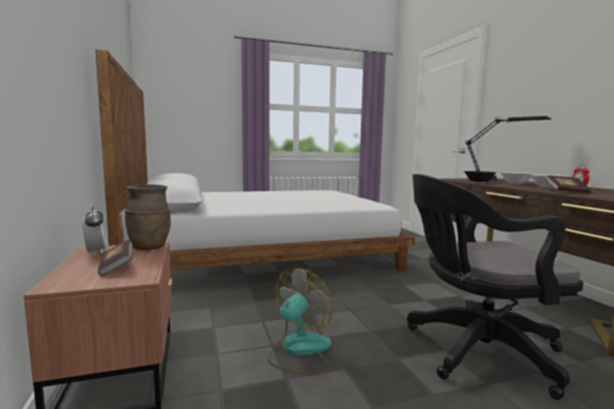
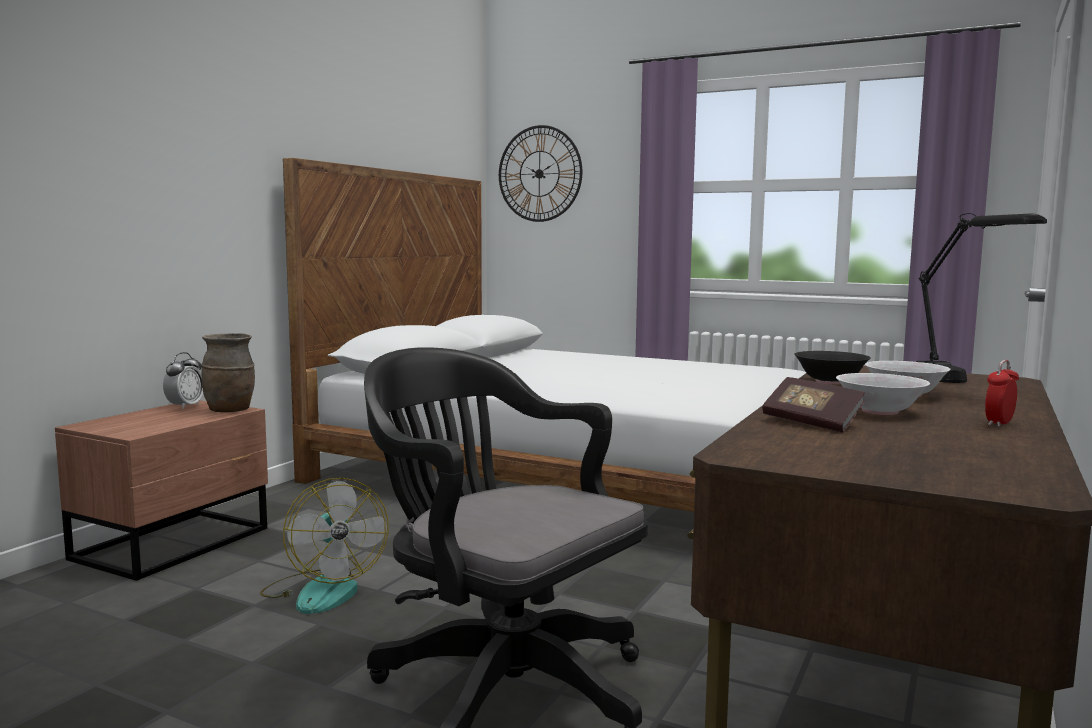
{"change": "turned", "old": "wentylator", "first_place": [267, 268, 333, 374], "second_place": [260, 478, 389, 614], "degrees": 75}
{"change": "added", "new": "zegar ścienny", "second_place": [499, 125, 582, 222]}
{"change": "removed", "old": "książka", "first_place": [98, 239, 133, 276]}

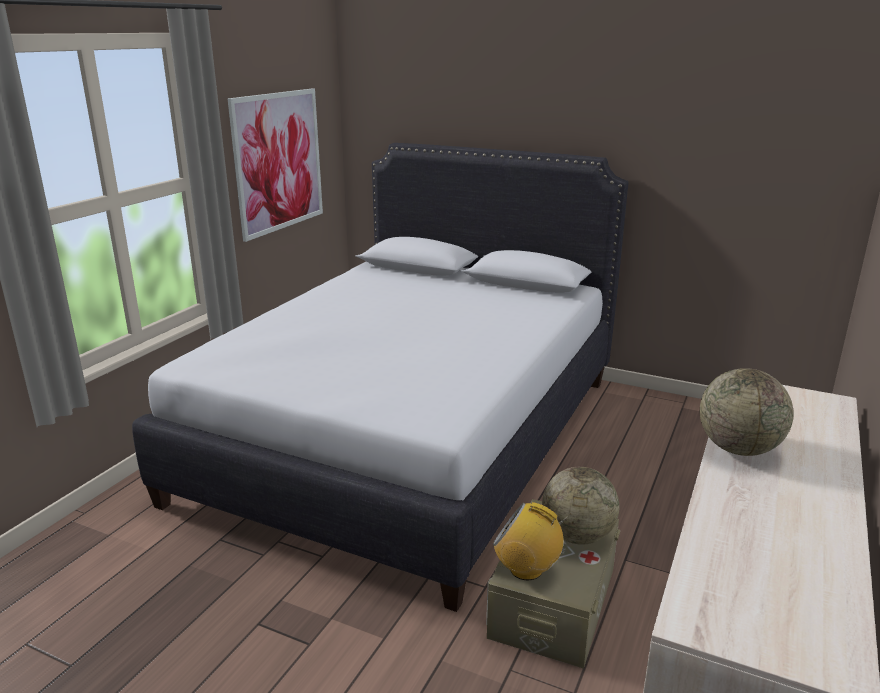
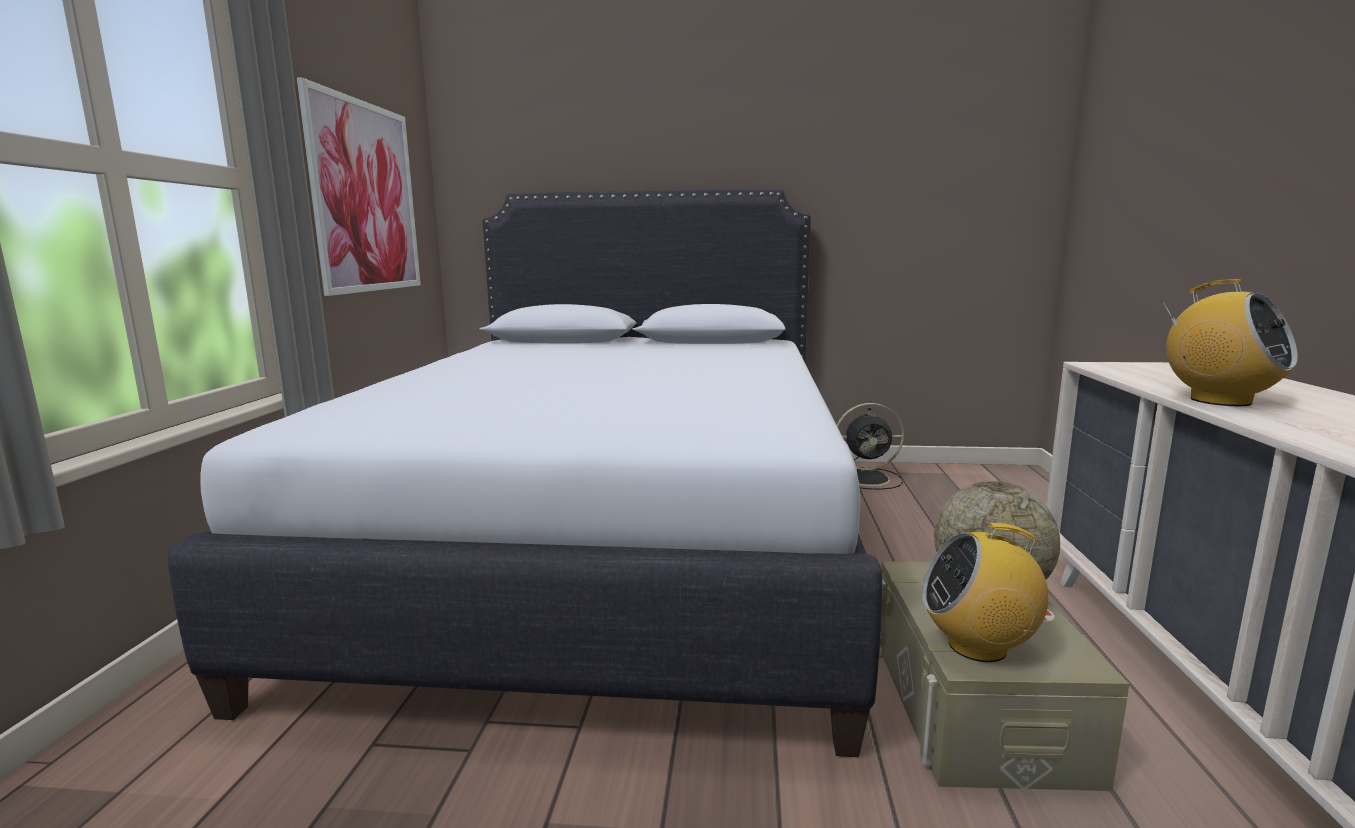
{"change": "added", "new": "wentylator (czarny)", "second_place": [837, 403, 904, 489]}
{"change": "replaced", "old": "globus", "new": "radio", "first_place": [700, 368, 794, 456], "second_place": [1162, 279, 1298, 406]}

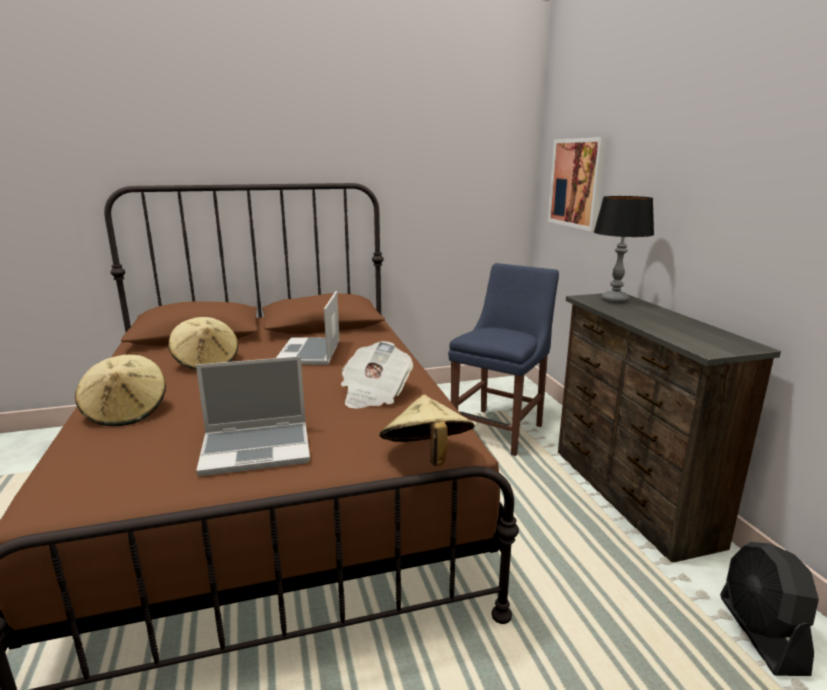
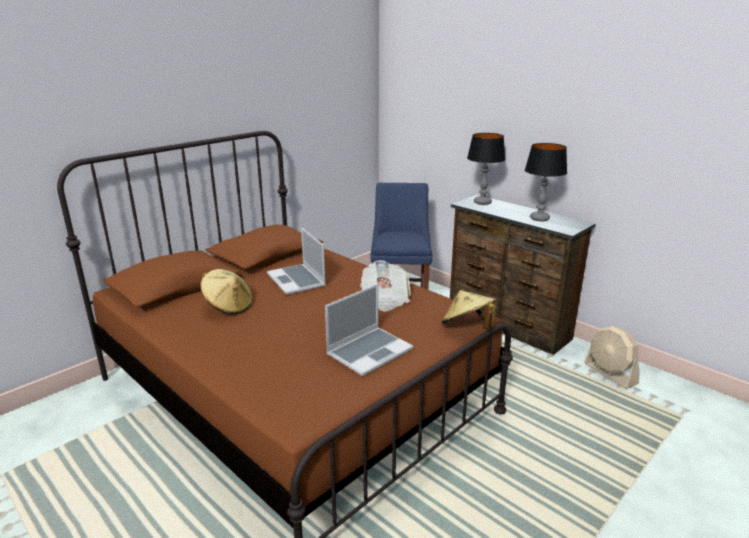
{"change": "added", "new": "lampa stołowa", "second_place": [525, 143, 567, 221]}
{"change": "recoloured", "old": "wentylator (czarny)", "new": "wentylator (beżowy)", "first_place": [720, 542, 819, 676], "second_place": [584, 326, 640, 389]}
{"change": "removed", "old": "kapelusz (beżowy)", "first_place": [75, 355, 166, 426]}
{"change": "removed", "old": "obraz", "first_place": [548, 137, 607, 231]}

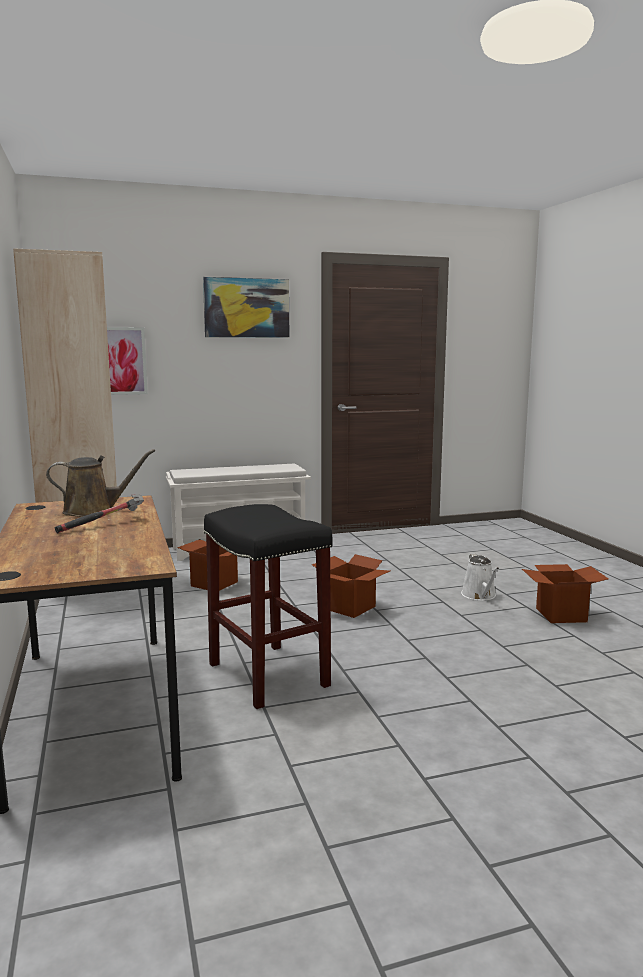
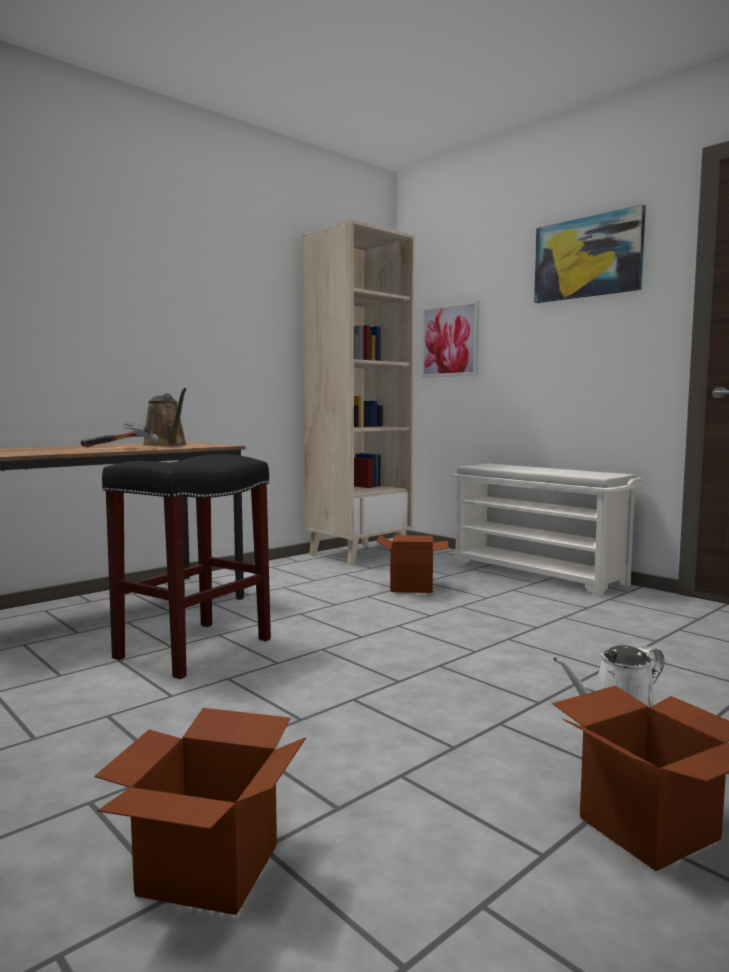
{"change": "moved", "old": "karton", "first_place": [312, 554, 390, 618], "second_place": [94, 708, 306, 915]}

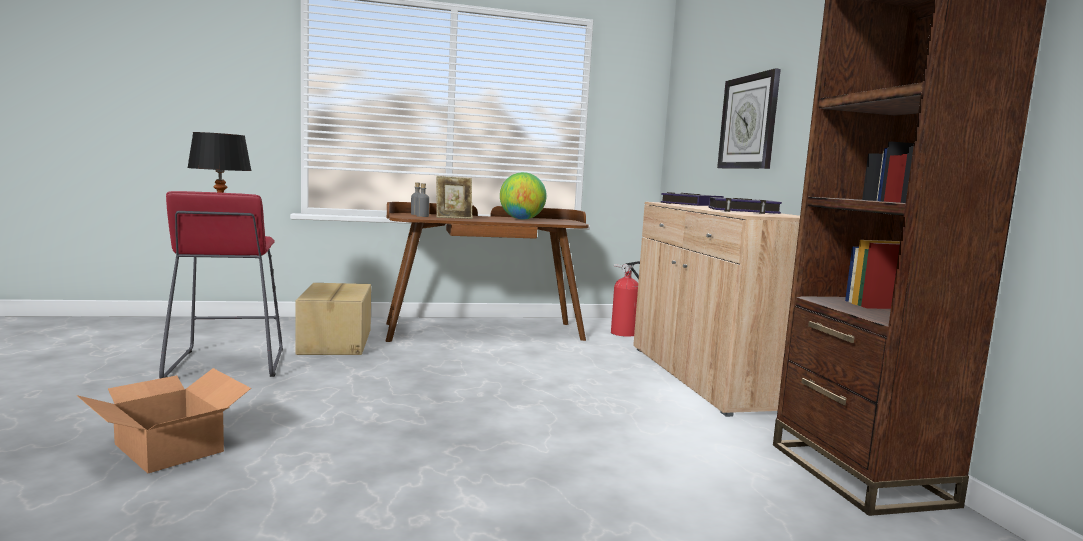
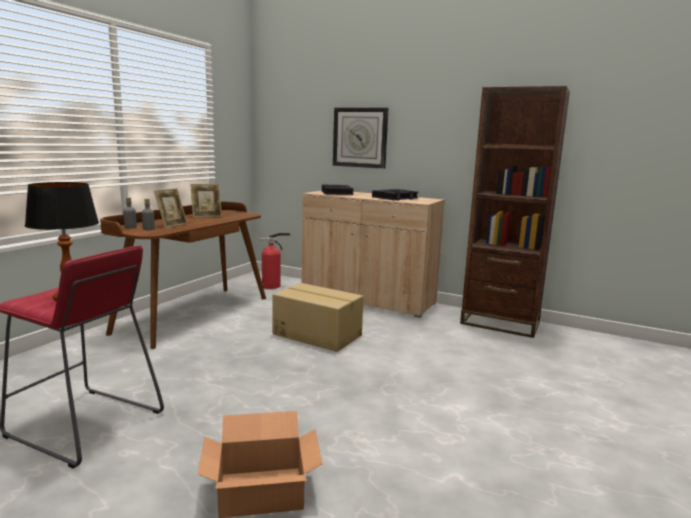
{"change": "replaced", "old": "globus", "new": "ramka na zdjęcie", "first_place": [500, 172, 547, 220], "second_place": [190, 184, 222, 218]}
{"change": "moved", "old": "karton", "first_place": [295, 283, 371, 355], "second_place": [273, 283, 364, 352]}

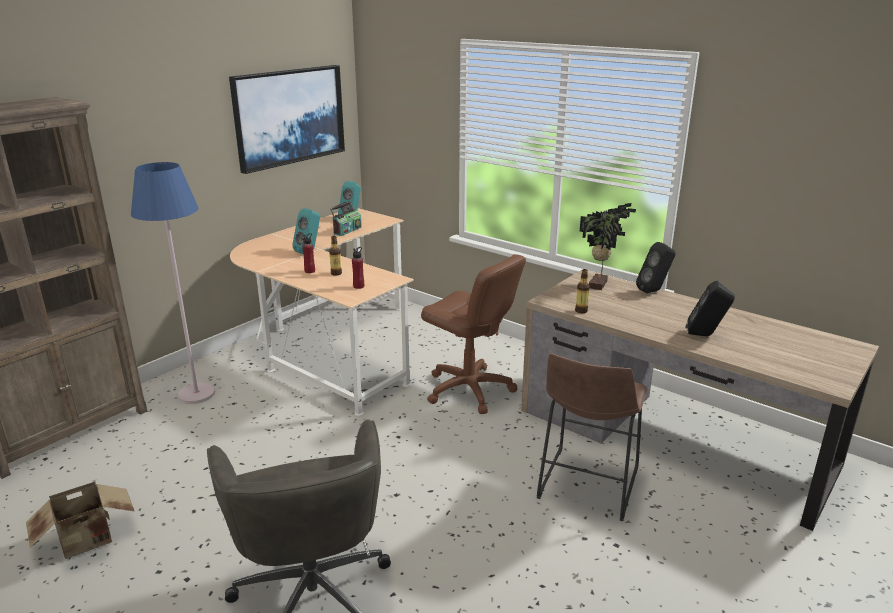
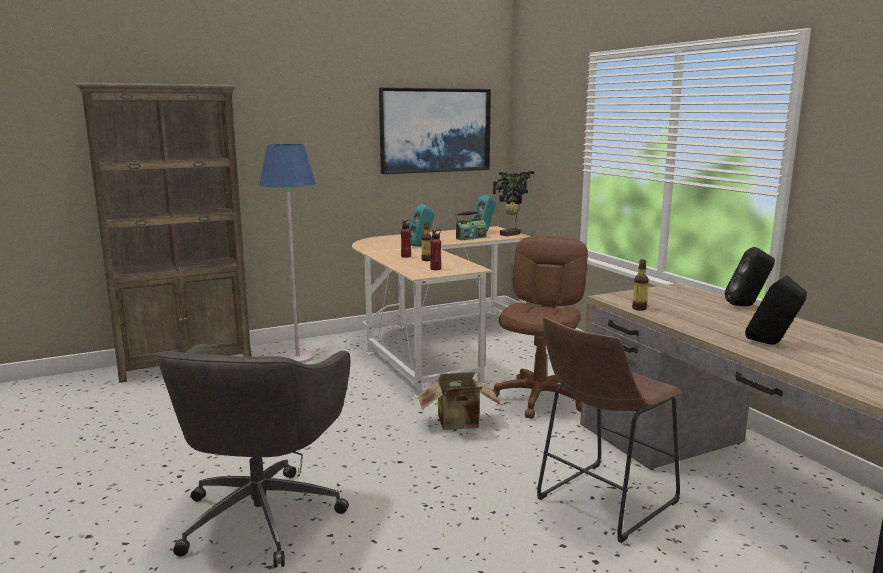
{"change": "moved", "old": "karton", "first_place": [26, 482, 135, 559], "second_place": [418, 372, 501, 430]}
{"change": "turned", "old": "krzesło biurowe (brązowy)", "first_place": [421, 254, 526, 414], "second_place": [492, 236, 588, 419], "degrees": -135}
{"change": "moved", "old": "roślina doniczkowa", "first_place": [580, 203, 636, 290], "second_place": [493, 171, 535, 236]}

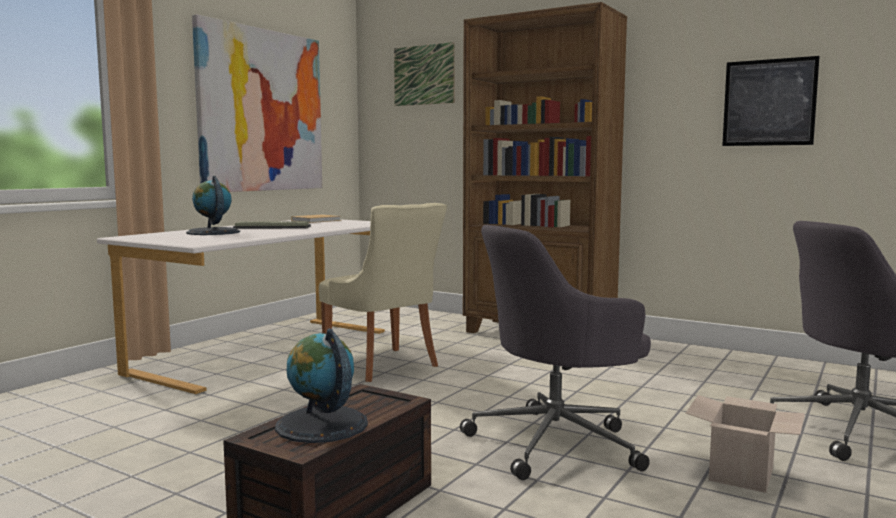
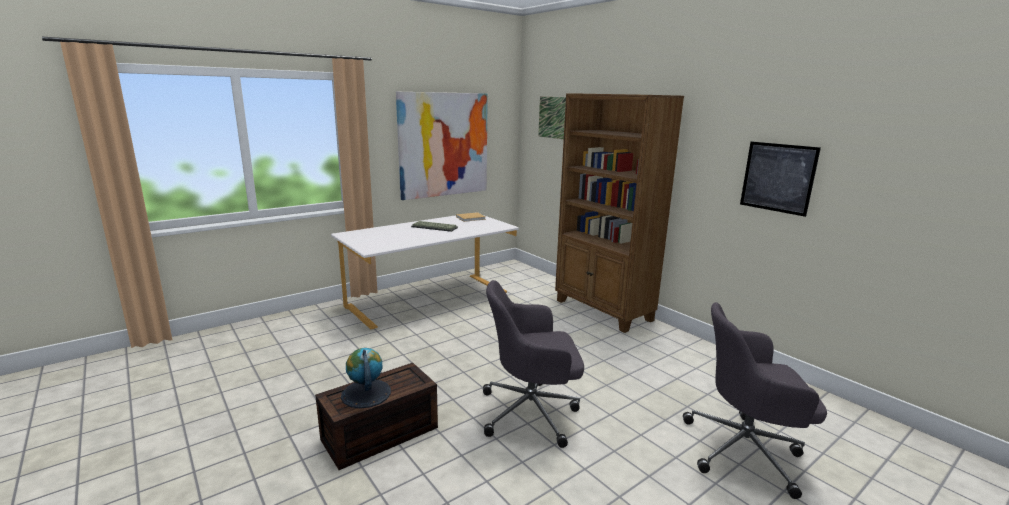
{"change": "removed", "old": "globus", "first_place": [186, 176, 240, 235]}
{"change": "removed", "old": "krzesło (beżowy)", "first_place": [319, 203, 447, 382]}
{"change": "removed", "old": "karton", "first_place": [686, 395, 805, 493]}

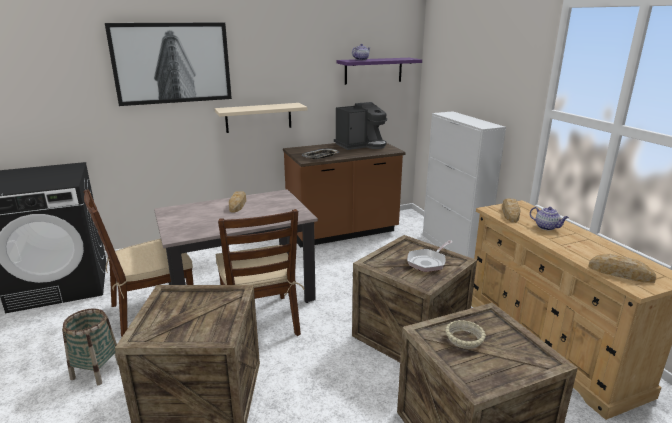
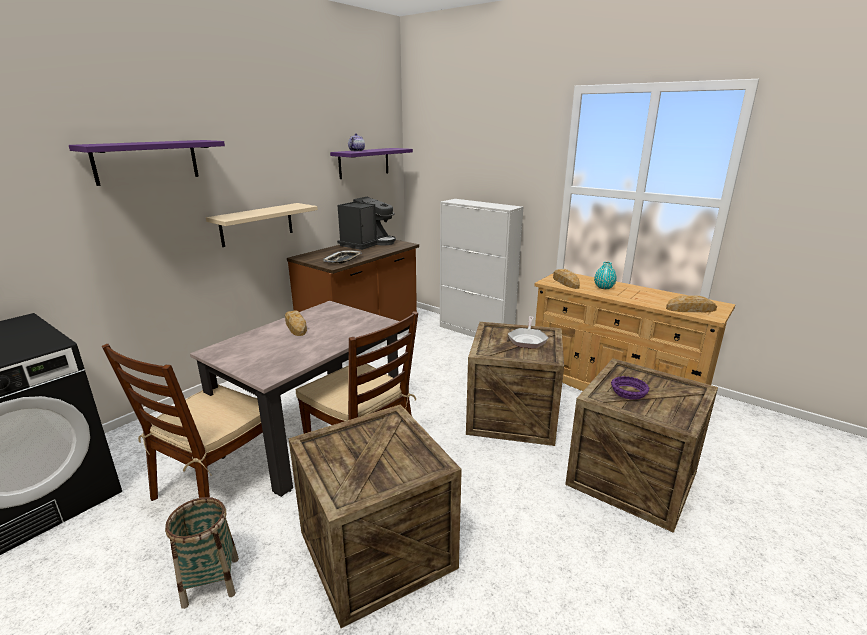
{"change": "replaced", "old": "obraz", "new": "półka (fioletowy)", "first_place": [105, 22, 232, 106], "second_place": [69, 140, 225, 186]}
{"change": "replaced", "old": "imbryk", "new": "wazon (turkusowy)", "first_place": [530, 207, 569, 230], "second_place": [594, 261, 617, 289]}
{"change": "recoloured", "old": "miska (beżowy)", "new": "miska (fioletowy)", "first_place": [445, 320, 486, 349], "second_place": [611, 376, 649, 400]}

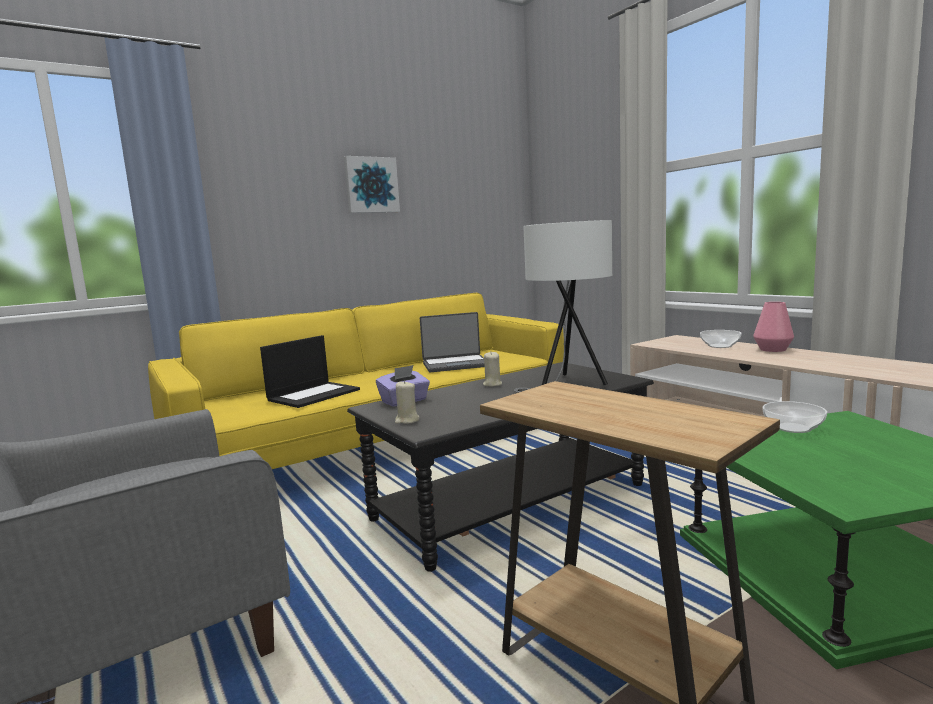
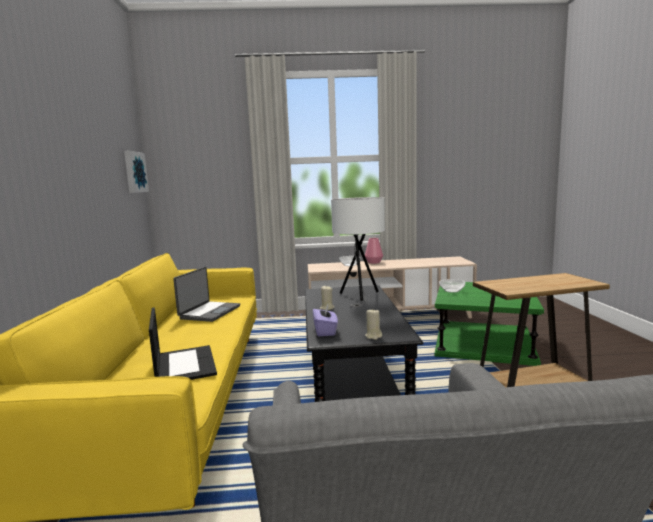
{"change": "moved", "old": "obraz", "first_place": [344, 156, 400, 213], "second_place": [124, 150, 149, 193]}

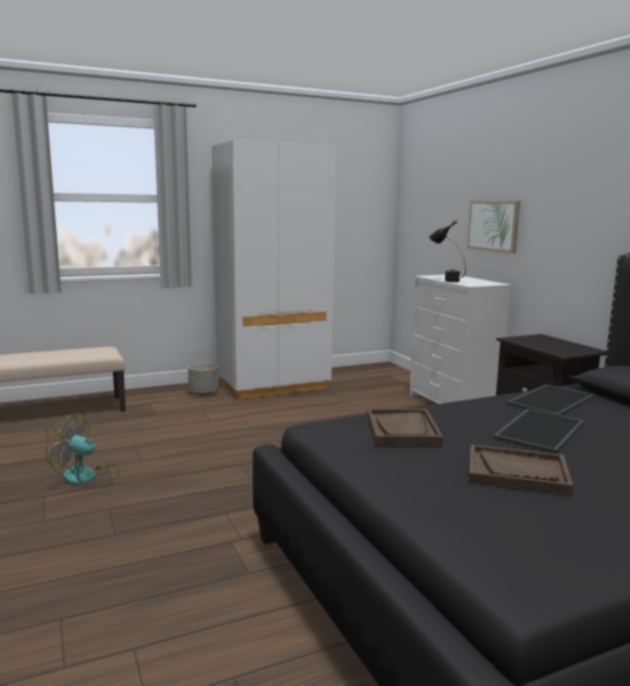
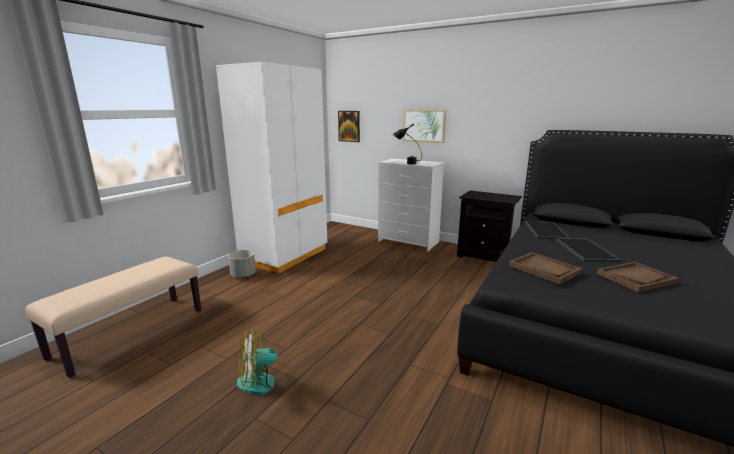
{"change": "added", "new": "obraz", "second_place": [338, 111, 360, 142]}

